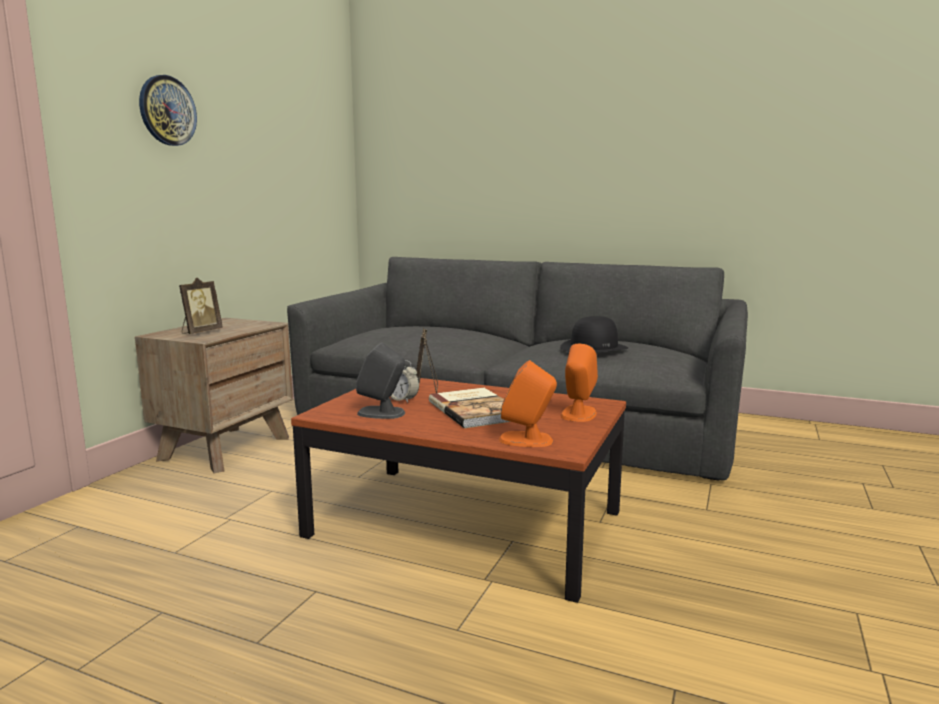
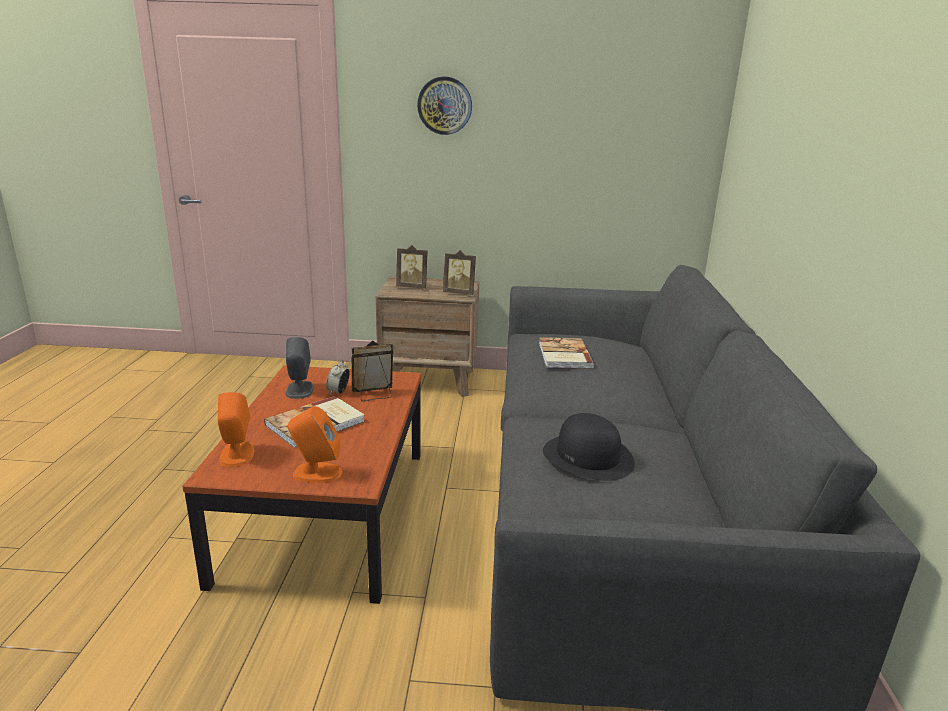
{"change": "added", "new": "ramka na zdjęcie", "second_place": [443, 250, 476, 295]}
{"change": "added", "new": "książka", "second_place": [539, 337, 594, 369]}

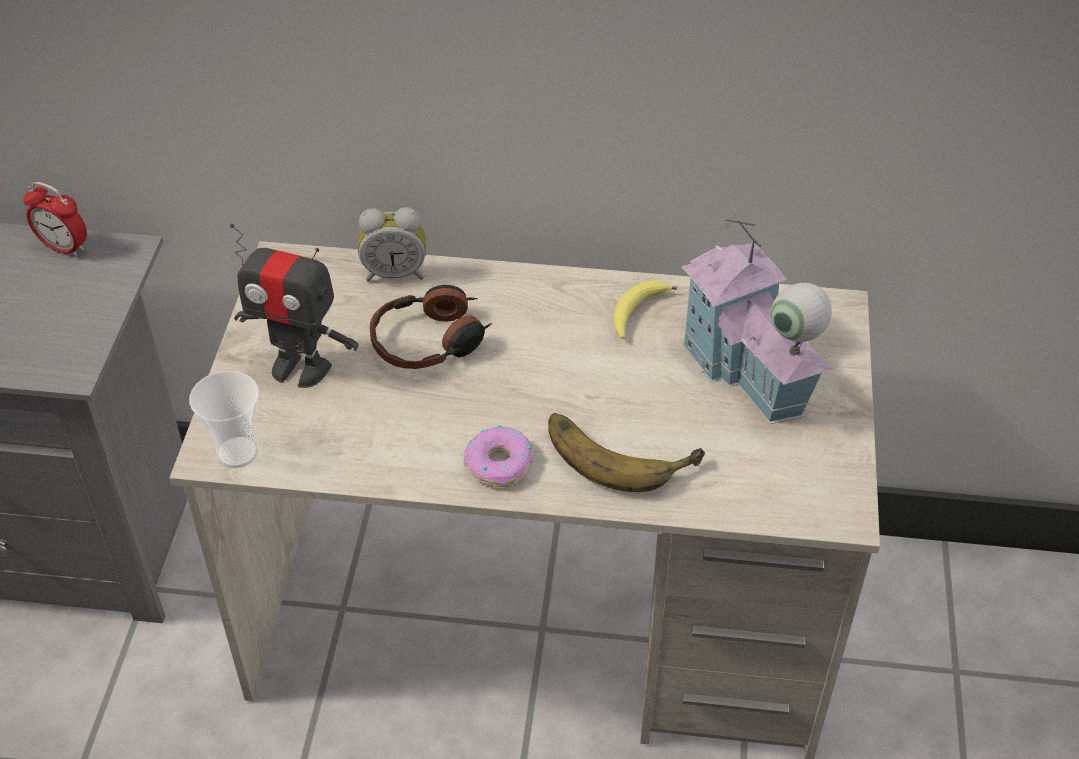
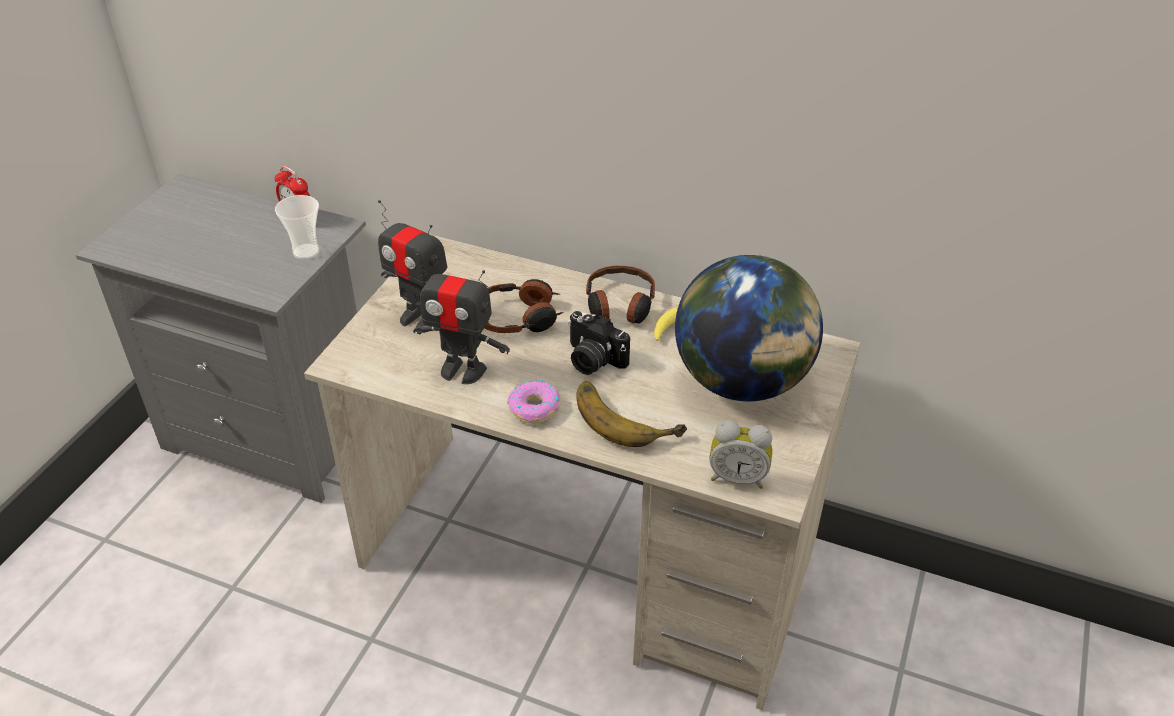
{"change": "moved", "old": "filiżanka", "first_place": [189, 371, 259, 468], "second_place": [275, 195, 319, 260]}
{"change": "added", "new": "robot zabawkowy", "second_place": [413, 254, 510, 384]}
{"change": "added", "new": "aparat fotograficzny", "second_place": [568, 311, 630, 375]}
{"change": "added", "new": "słuchawki", "second_place": [586, 266, 655, 324]}
{"change": "replaced", "old": "domek", "new": "globus", "first_place": [682, 209, 834, 424], "second_place": [675, 255, 823, 401]}
{"change": "moved", "old": "budzik", "first_place": [358, 207, 426, 282], "second_place": [710, 420, 772, 489]}

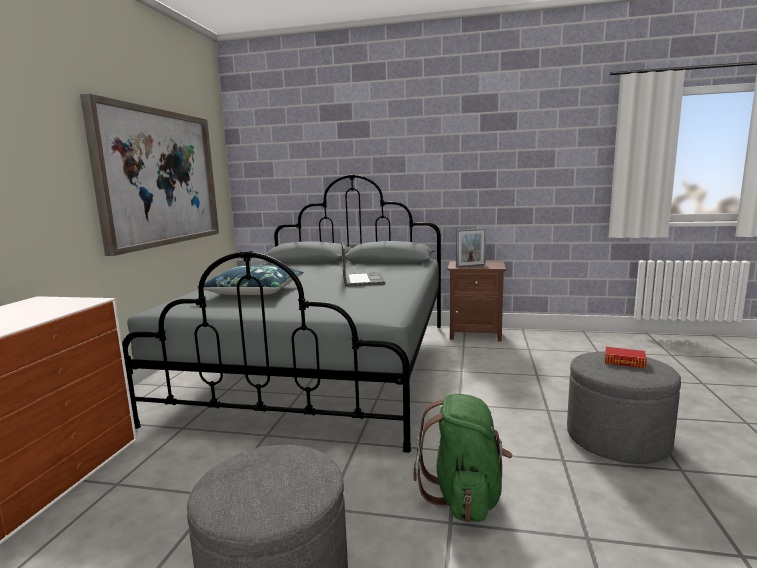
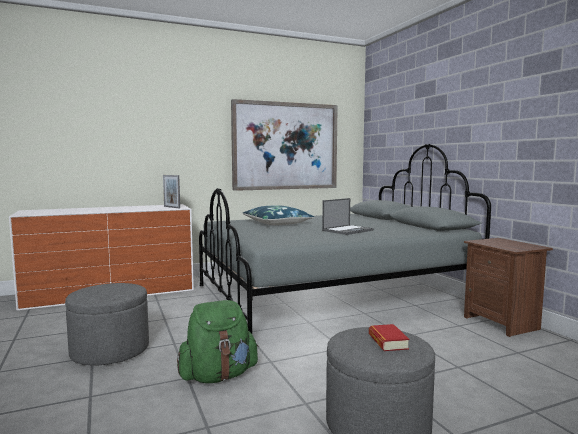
{"change": "moved", "old": "ramka na zdjęcie", "first_place": [456, 228, 486, 268], "second_place": [163, 175, 180, 208]}

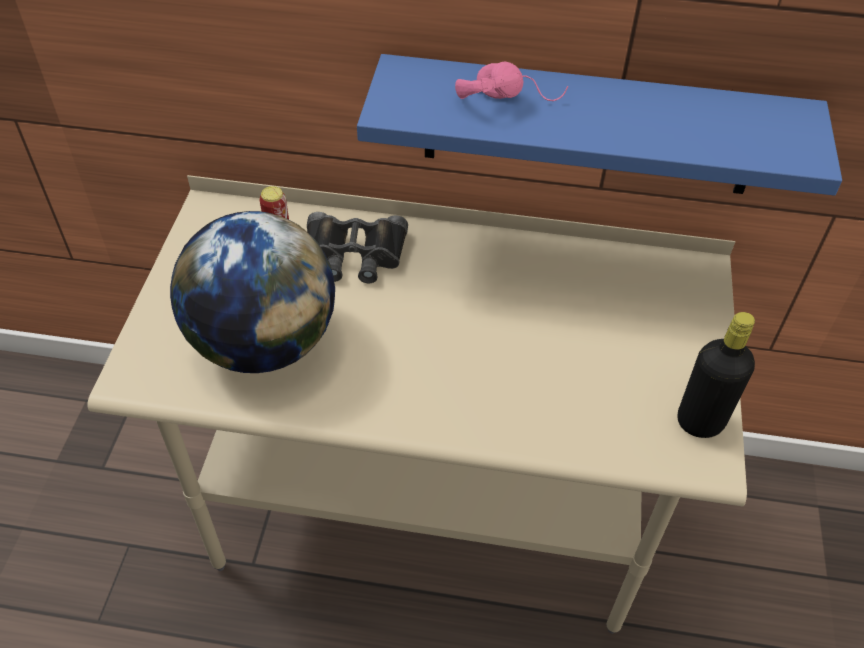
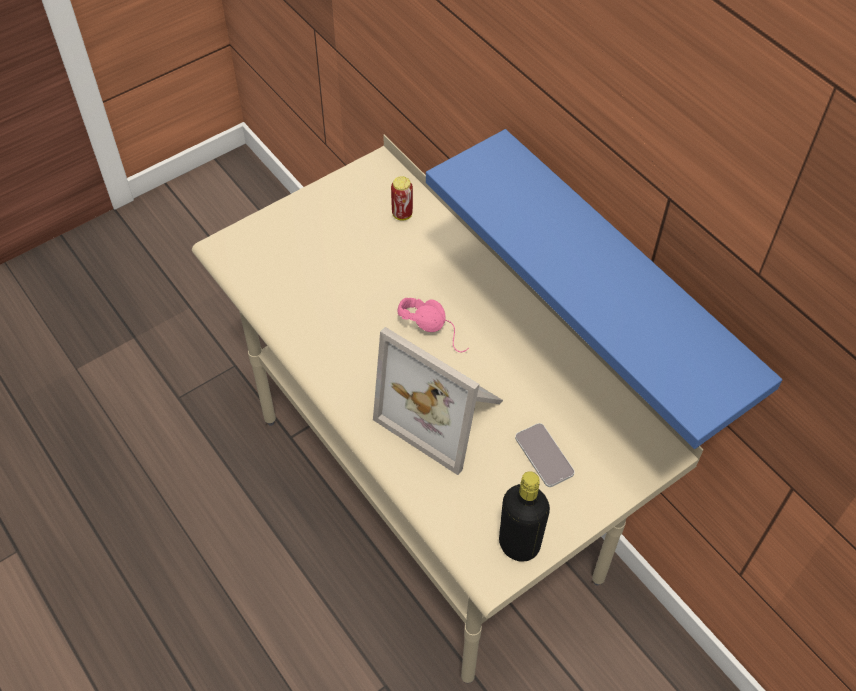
{"change": "added", "new": "ramka na zdjęcie", "second_place": [373, 327, 503, 475]}
{"change": "moved", "old": "słuchawki (różowy)", "first_place": [455, 62, 568, 101], "second_place": [397, 298, 469, 352]}
{"change": "added", "new": "telefon", "second_place": [515, 423, 575, 487]}
{"change": "removed", "old": "globus", "first_place": [170, 211, 335, 373]}
{"change": "removed", "old": "lornetka (czarny)", "first_place": [307, 212, 408, 283]}

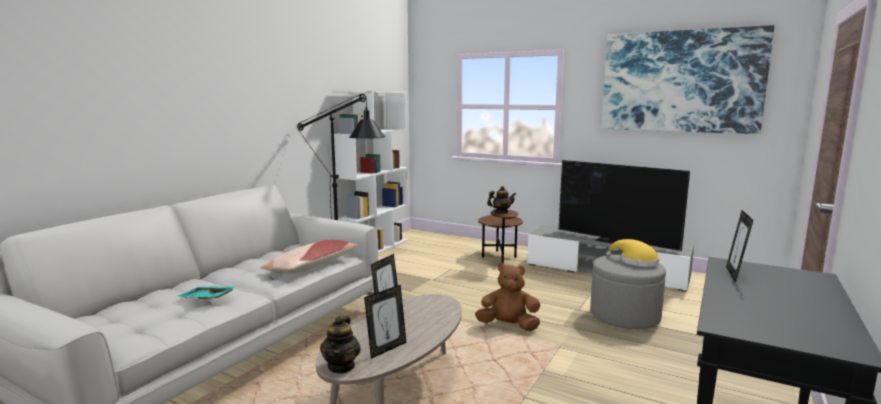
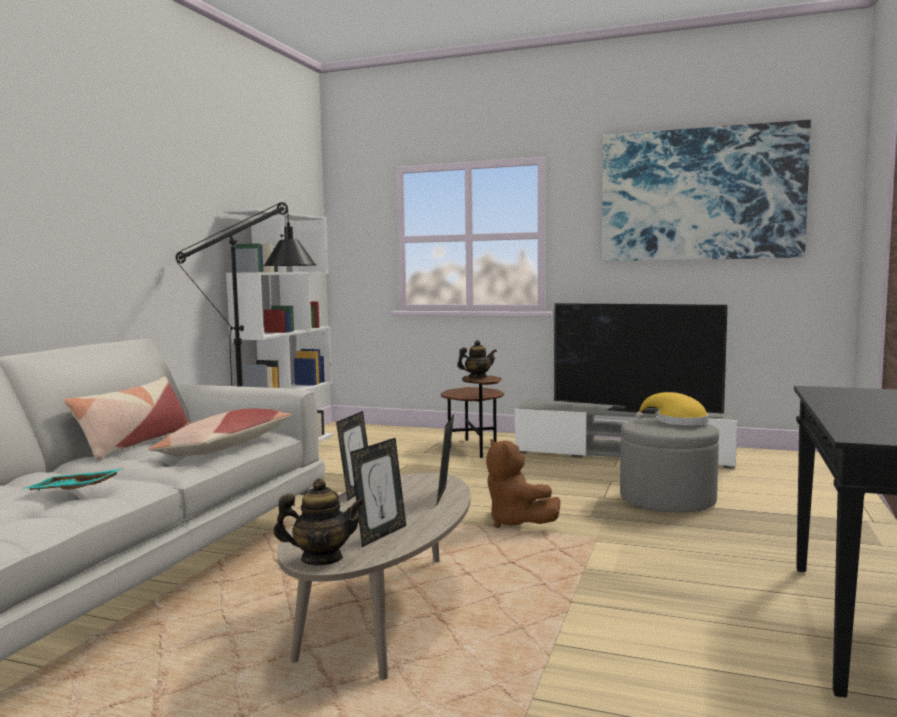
{"change": "added", "new": "poduszka", "second_place": [64, 377, 190, 460]}
{"change": "turned", "old": "imbryk", "first_place": [320, 316, 361, 374], "second_place": [274, 478, 365, 565], "degrees": -90}
{"change": "moved", "old": "ramka na zdjęcie", "first_place": [726, 210, 753, 282], "second_place": [436, 414, 454, 506]}
{"change": "turned", "old": "pluszak (brązowy)", "first_place": [475, 263, 540, 331], "second_place": [486, 439, 561, 528], "degrees": -120}

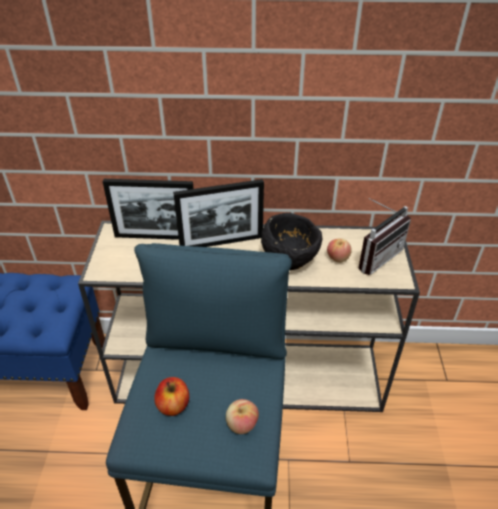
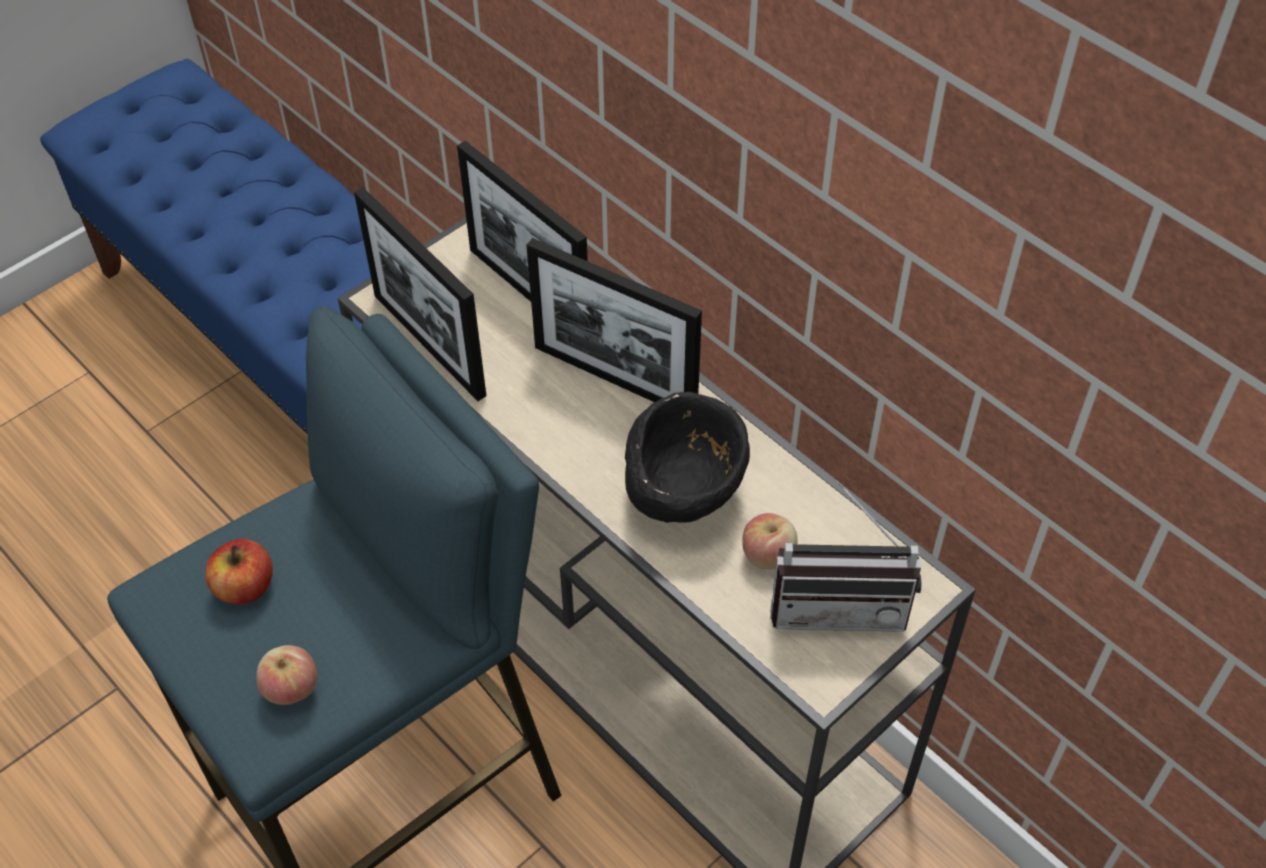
{"change": "added", "new": "ramka na zdjęcie", "second_place": [354, 187, 486, 401]}

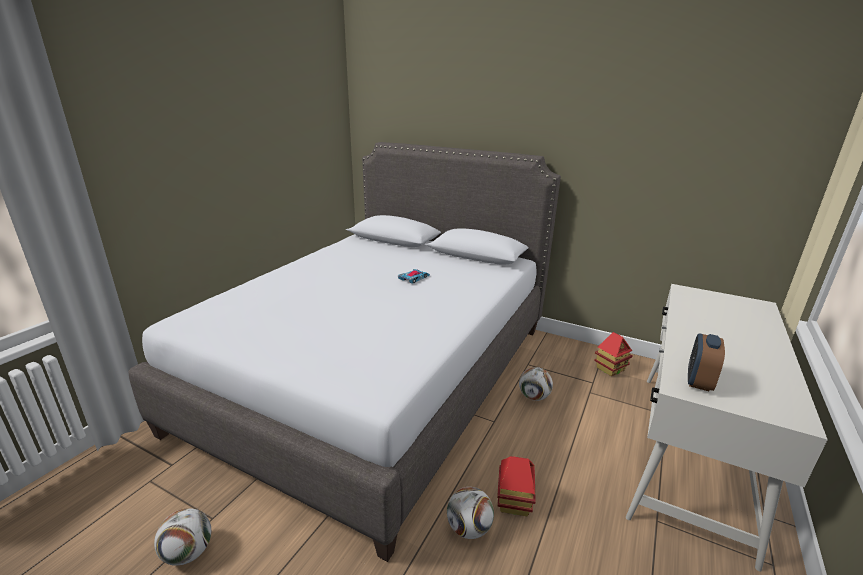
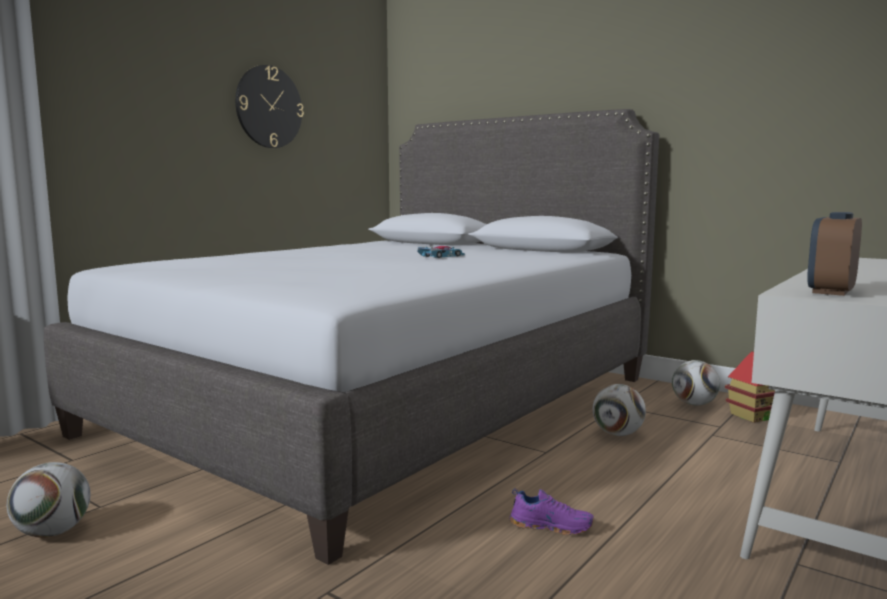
{"change": "added", "new": "zegar ścienny", "second_place": [235, 65, 304, 148]}
{"change": "replaced", "old": "domek", "new": "but (fioletowy)", "first_place": [497, 456, 536, 516], "second_place": [509, 488, 594, 535]}
{"change": "moved", "old": "piłka futbolowa", "first_place": [447, 487, 494, 539], "second_place": [672, 360, 720, 406]}

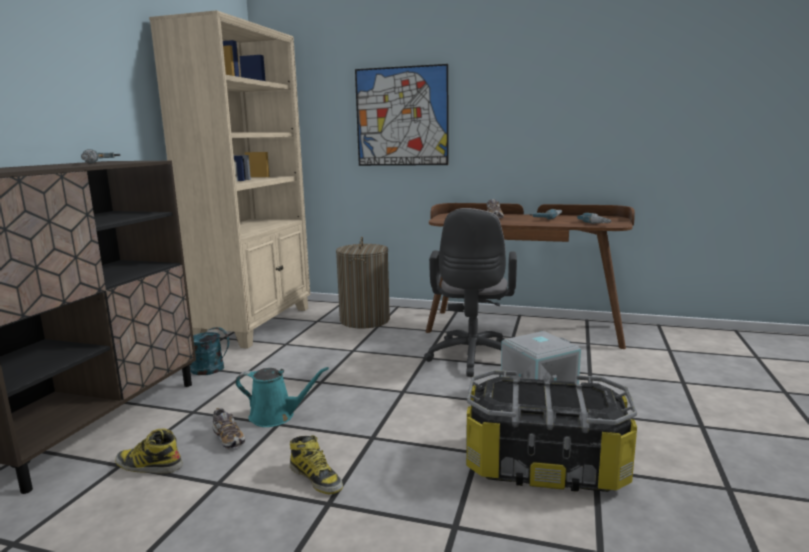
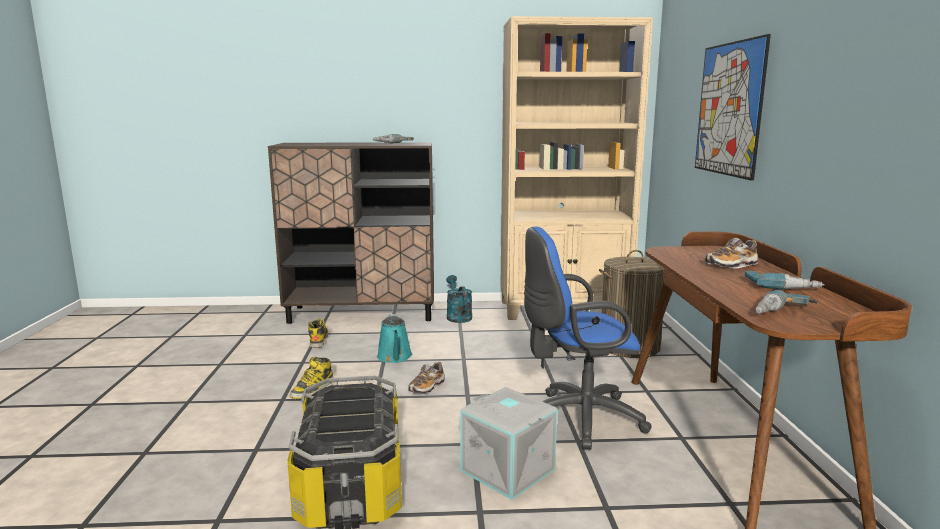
{"change": "moved", "old": "but", "first_place": [213, 408, 245, 450], "second_place": [408, 362, 445, 394]}
{"change": "recoloured", "old": "krzesło biurowe (szary)", "new": "krzesło biurowe (niebieski)", "first_place": [424, 208, 517, 377], "second_place": [524, 226, 651, 450]}

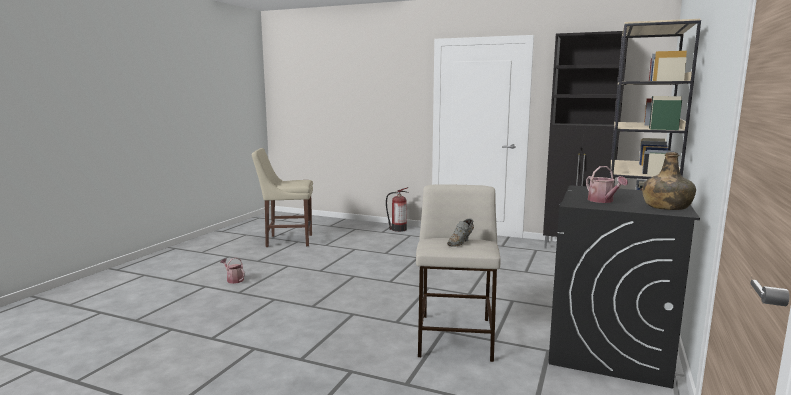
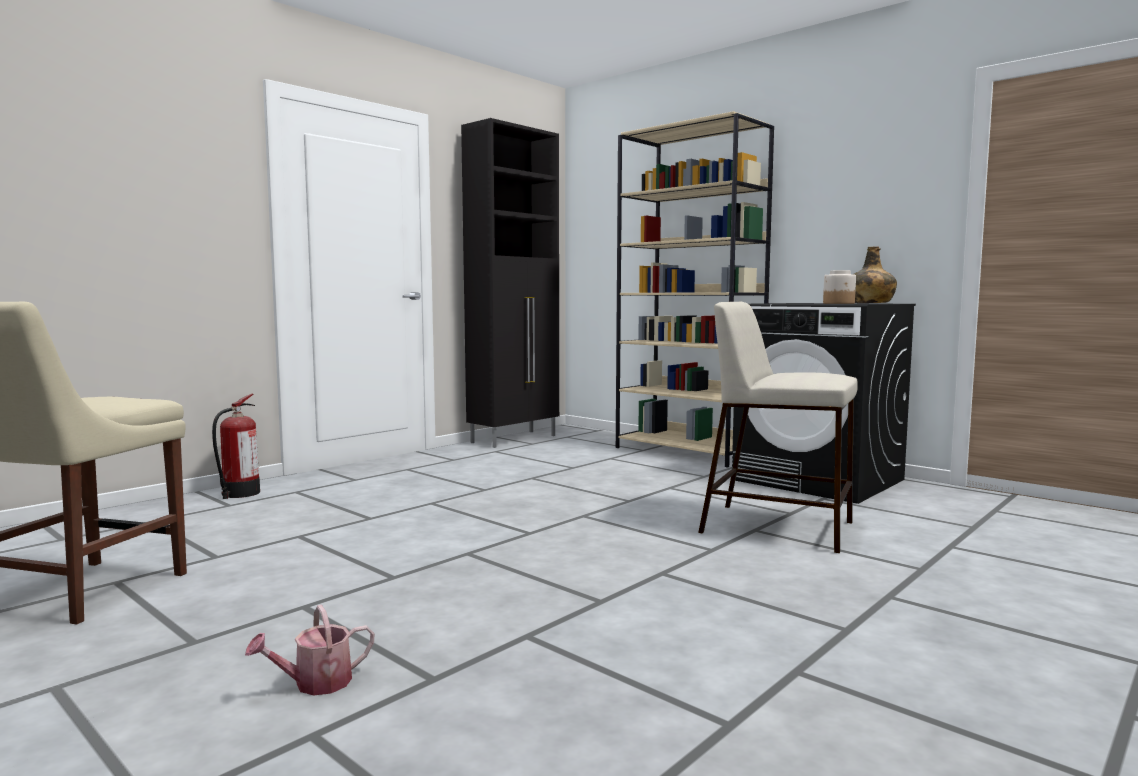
{"change": "replaced", "old": "konewka", "new": "słoik", "first_place": [586, 166, 628, 203], "second_place": [823, 270, 856, 304]}
{"change": "removed", "old": "but (szary)", "first_place": [447, 219, 474, 247]}

